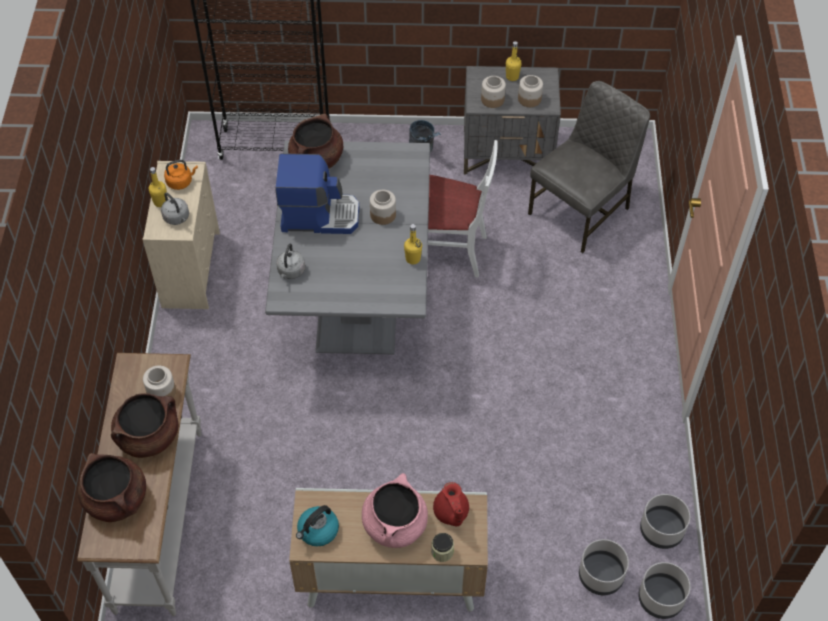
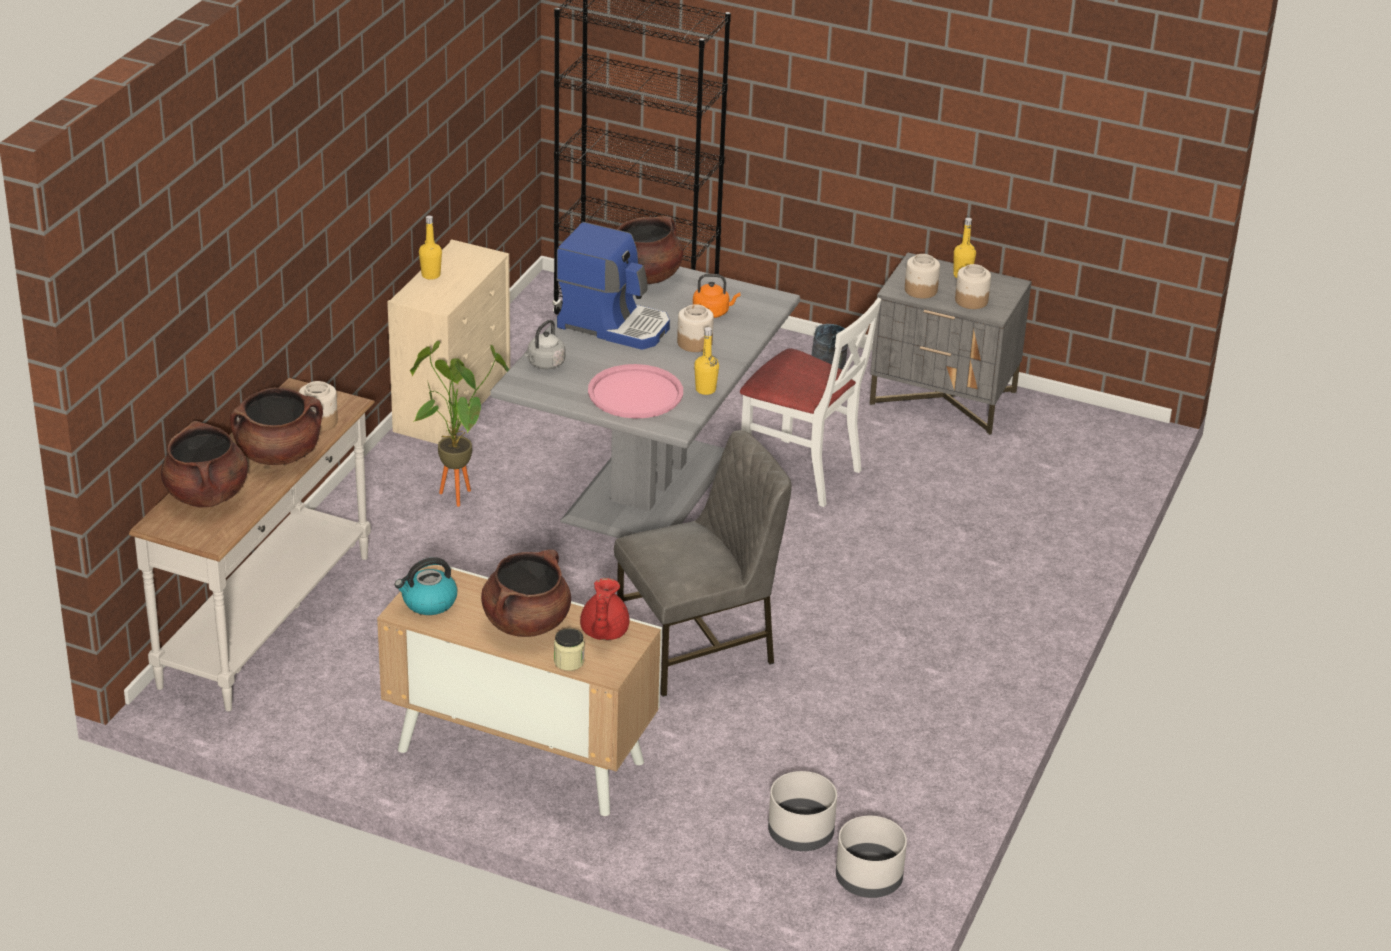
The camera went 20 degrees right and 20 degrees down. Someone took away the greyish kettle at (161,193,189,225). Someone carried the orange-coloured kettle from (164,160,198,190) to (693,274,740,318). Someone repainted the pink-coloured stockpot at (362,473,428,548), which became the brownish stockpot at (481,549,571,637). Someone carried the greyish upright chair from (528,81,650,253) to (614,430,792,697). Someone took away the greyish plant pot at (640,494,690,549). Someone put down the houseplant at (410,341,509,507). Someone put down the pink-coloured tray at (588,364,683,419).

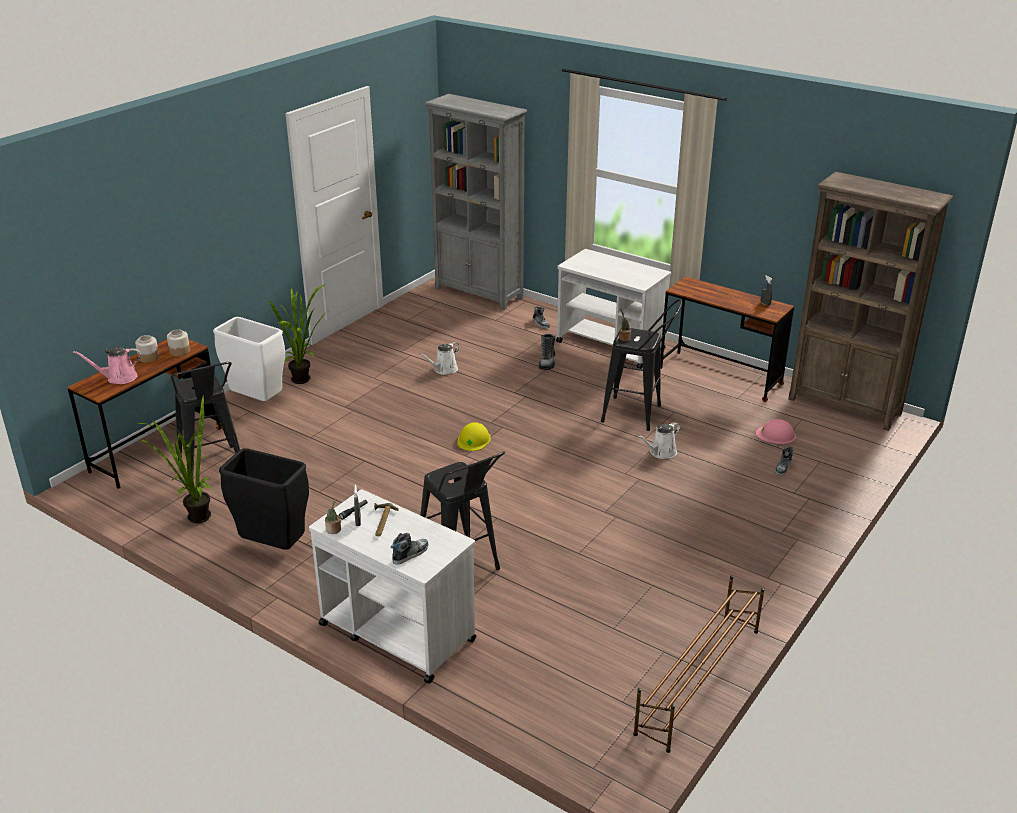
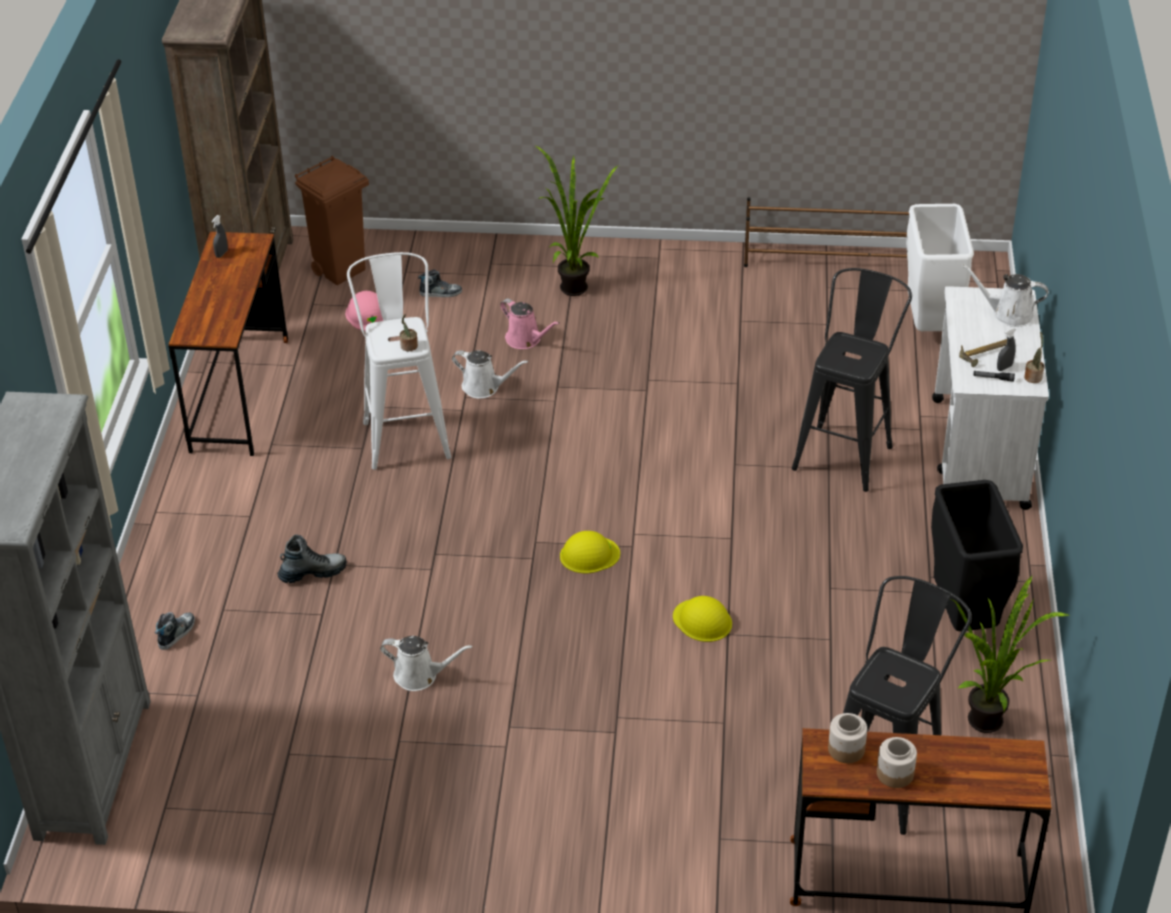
The camera went 120 degrees left and 10 degrees up. Someone carried the pink-coloured watering can from (73,347,141,384) to (500,298,560,349). Someone carried the whitish trash can from (213,317,285,401) to (906,204,974,331). Someone carried the houseplant from (269,284,328,384) to (534,145,619,296). Someone swapped the item of footwear at (391,533,429,565) for the whitish watering can at (962,264,1049,327). Someone took away the whitish wheeled cart at (556,249,671,369). Someone repainted the black-coloured stool seat at (601,299,682,431), which became the whitish stool seat at (347,252,451,470). Someone put down the brownish trash can at (295,156,369,285). Someone put down the yellow-coloured work helmet at (673,596,732,642).

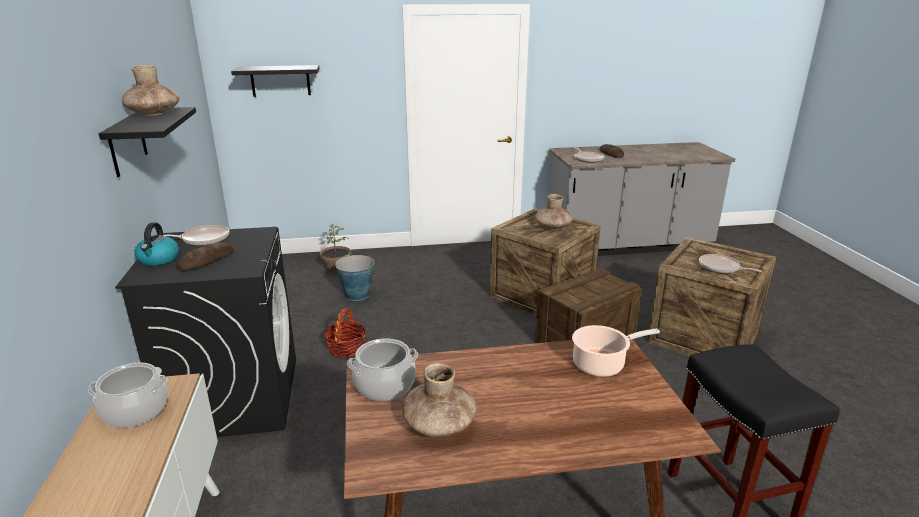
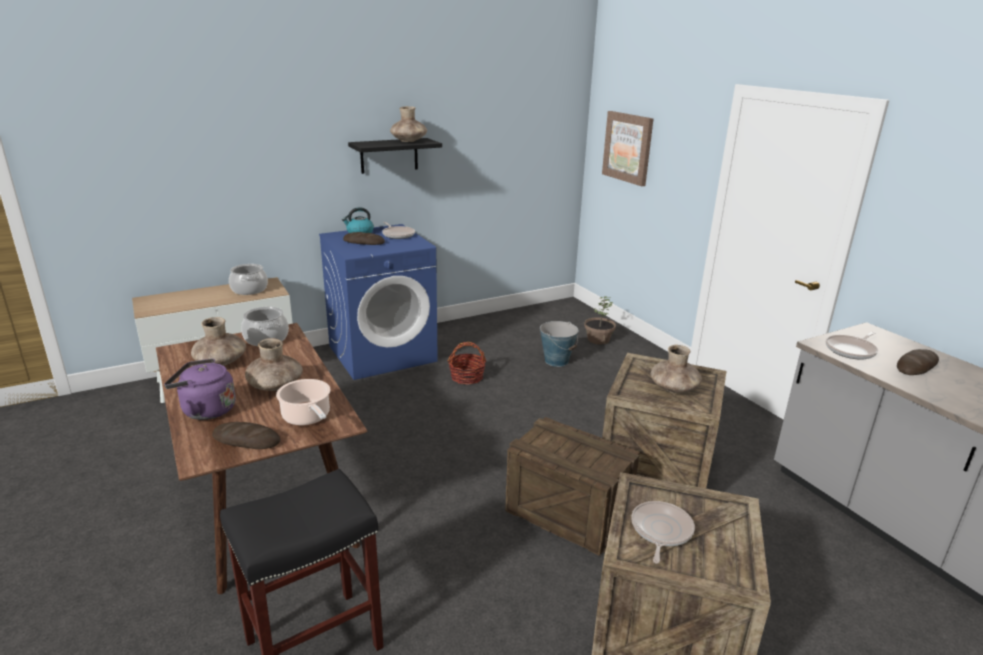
The camera went 70 degrees right and 0 degrees up. Someone repainted the black-coloured laundry appliance at (115,227,296,437), which became the bluish laundry appliance at (319,224,438,380). Someone swapped the black-coloured shelf at (231,65,319,97) for the wall art at (602,111,653,186). Someone put down the purplish kettle at (164,358,236,420). Someone put down the bread at (212,422,281,449). Someone put down the brownish flower vase at (245,338,303,391).

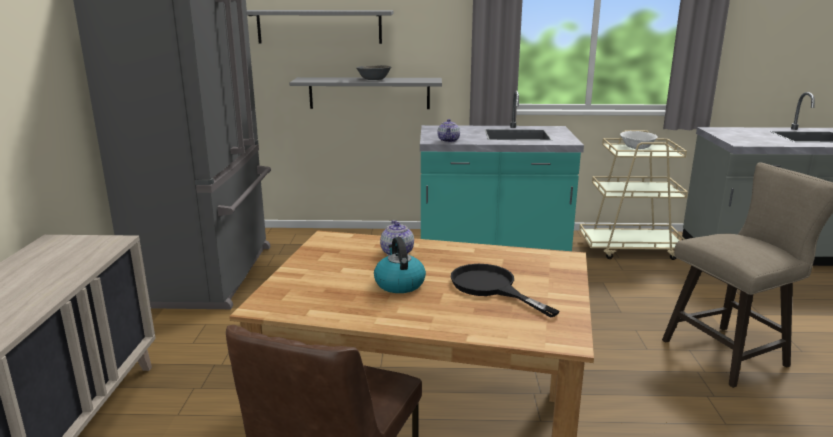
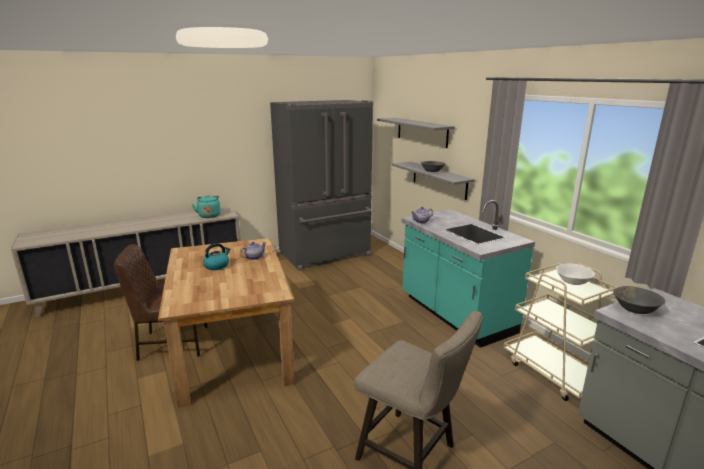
The camera went 60 degrees right and 0 degrees up. Someone took away the black-coloured pan at (451,264,559,318). Someone put down the turquoise kettle at (192,195,221,218). Someone put down the greyish bowl at (613,286,665,314).

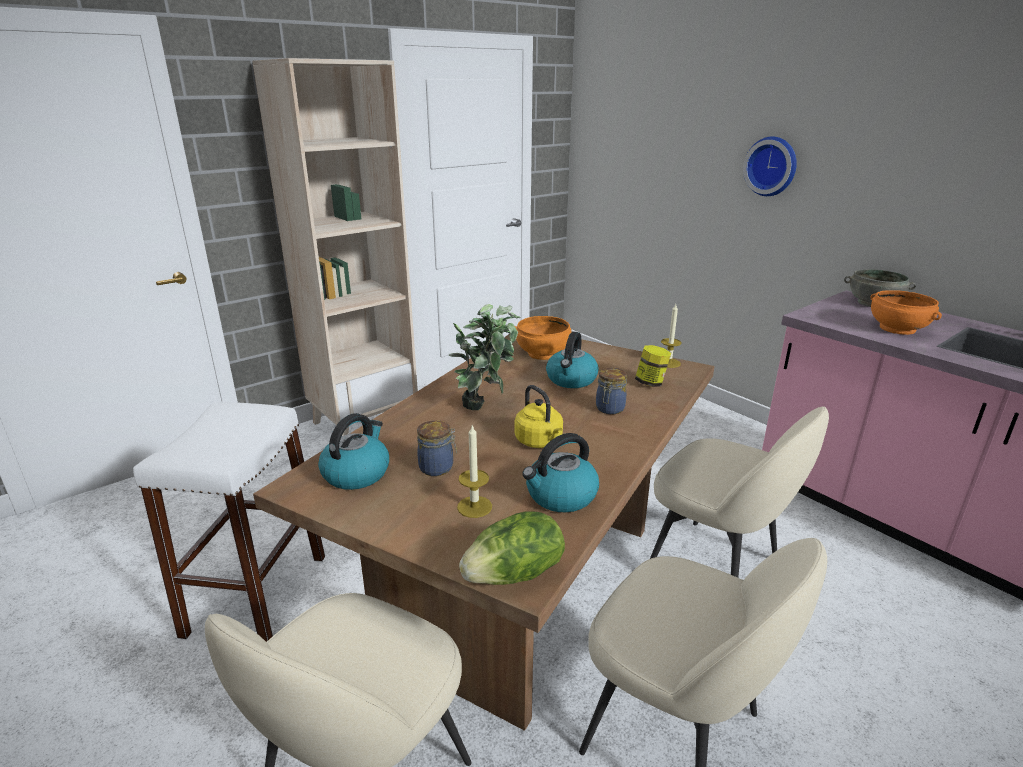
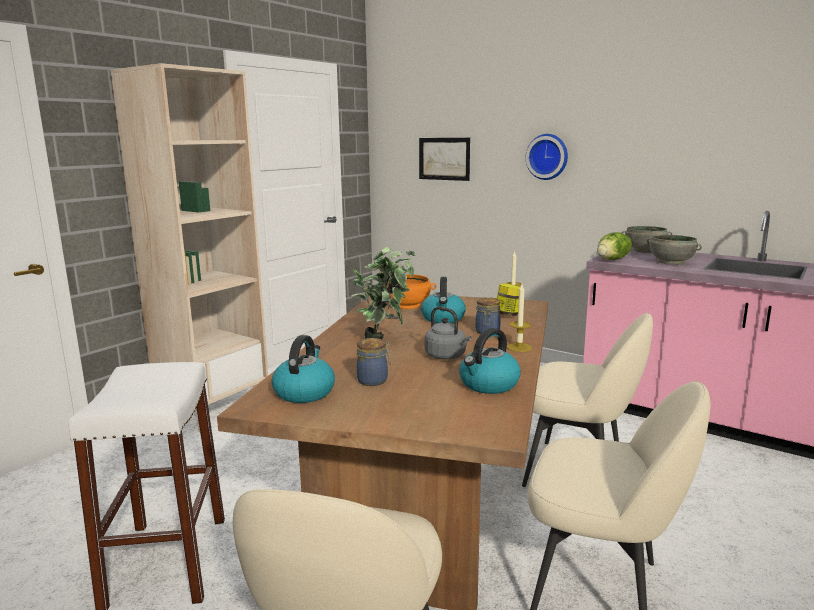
The camera went 15 degrees left and 10 degrees down. Someone carried the candle from (457,426,492,518) to (507,284,532,352). Someone carried the head of lettuce from (459,511,565,585) to (597,232,632,260). Someone repainted the yellow-coloured kettle at (515,385,563,448), which became the greyish kettle at (425,306,471,359). Someone repainted the orange-coloured bowl at (871,290,942,335), which became the greyish bowl at (647,235,702,265). Someone put up the wall art at (419,138,470,181).

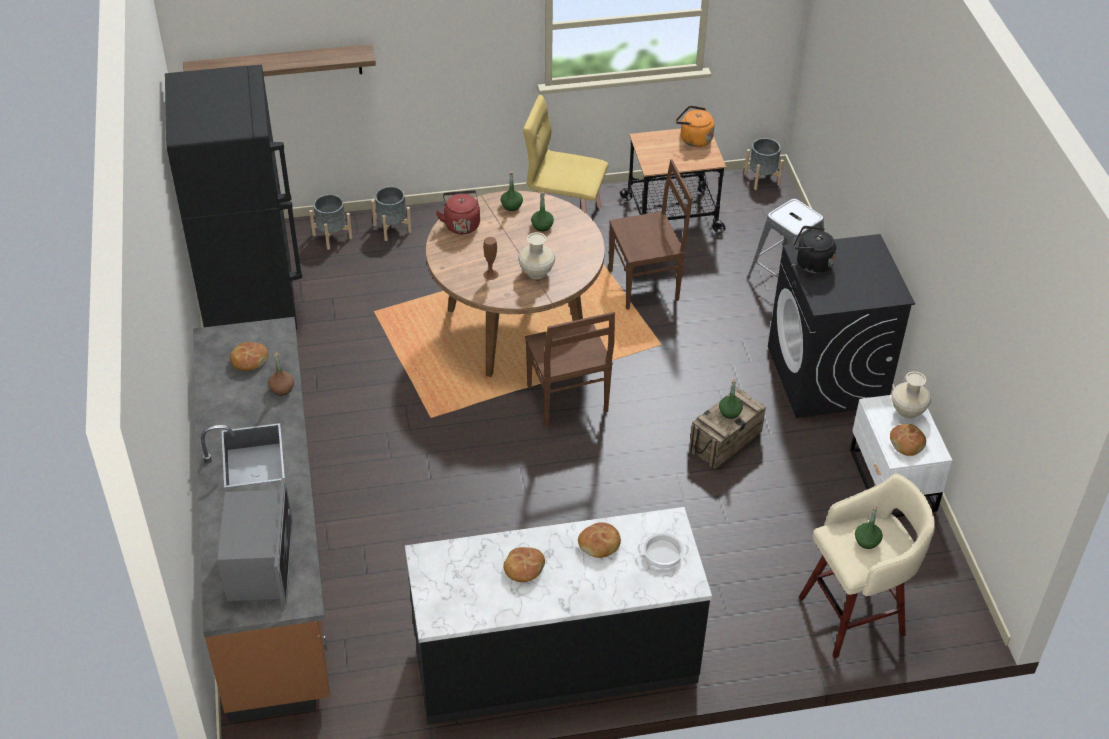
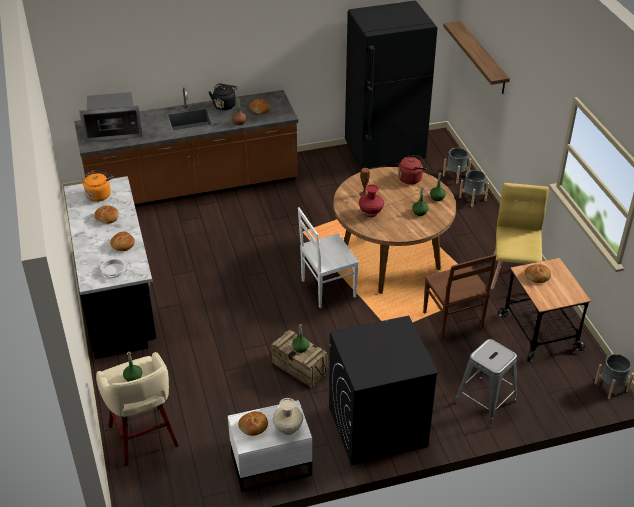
The camera went 85 degrees right and 5 degrees down. Someone repainted the sand-coloured flower vase at (518,232,555,279), which became the reddish flower vase at (359,185,384,217). Someone repainted the brownish upright chair at (525,312,615,427), which became the whitish upright chair at (298,207,359,308). Someone carried the orange-coloured kettle from (676,105,714,147) to (81,170,113,202). Someone carried the black-coloured kettle from (793,226,836,273) to (209,83,238,110). Someone put down the bread at (525,264,551,283).

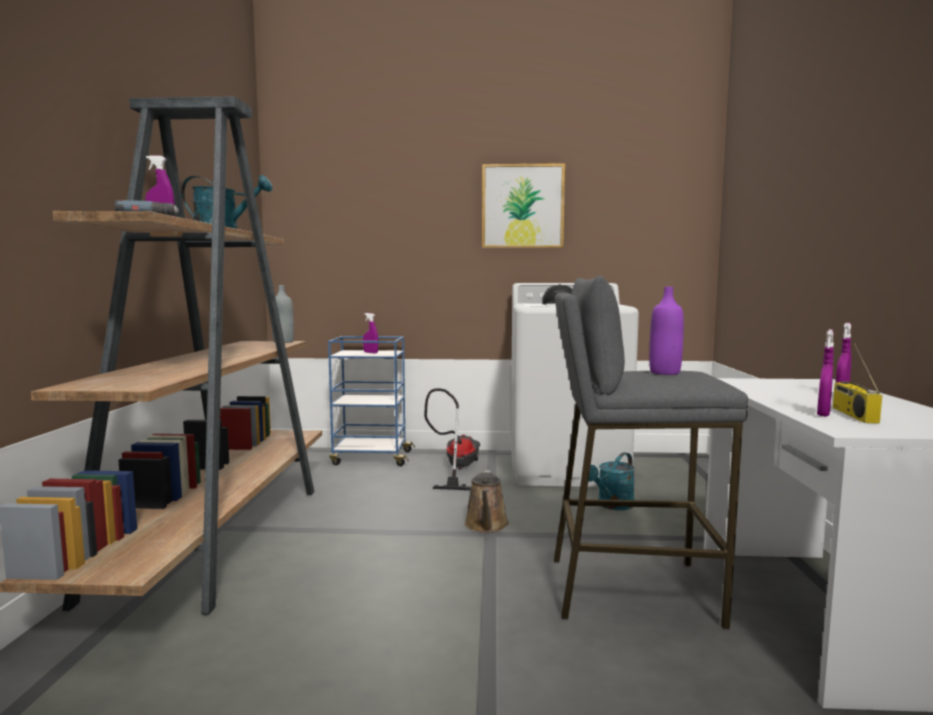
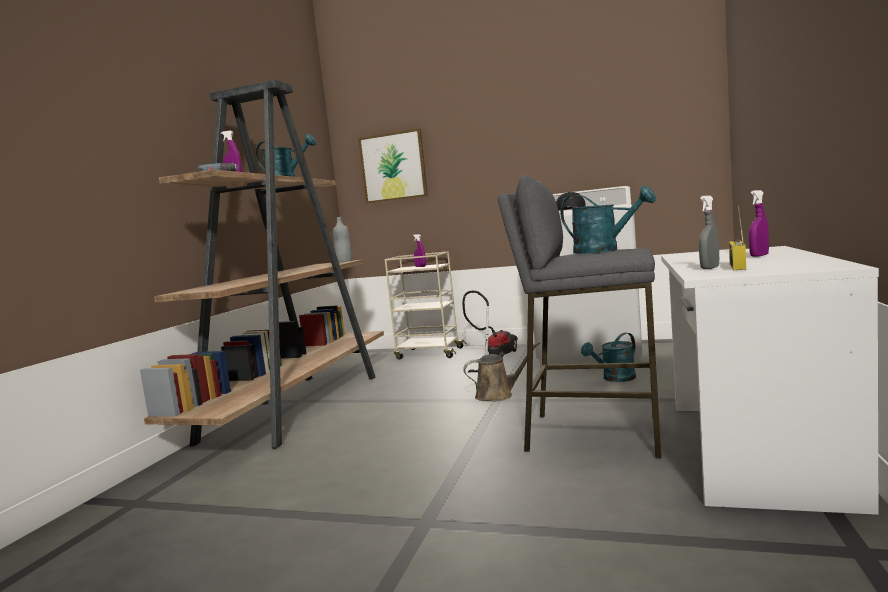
The camera went 15 degrees right and 0 degrees up. Someone repainted the bluish wheeled cart at (328,336,415,466), which became the sand-coloured wheeled cart at (385,251,466,360). Someone rotated the brownish watering can at (464,470,509,533) by 120 degrees counterclockwise. Someone carried the wall art from (482,163,565,248) to (358,128,428,203). Someone swapped the purplish beverage bottle at (649,287,684,375) for the turquoise watering can at (560,185,656,254). Someone repainted the purplish sprayer at (817,329,834,417), which became the greyish sprayer at (699,195,719,269).

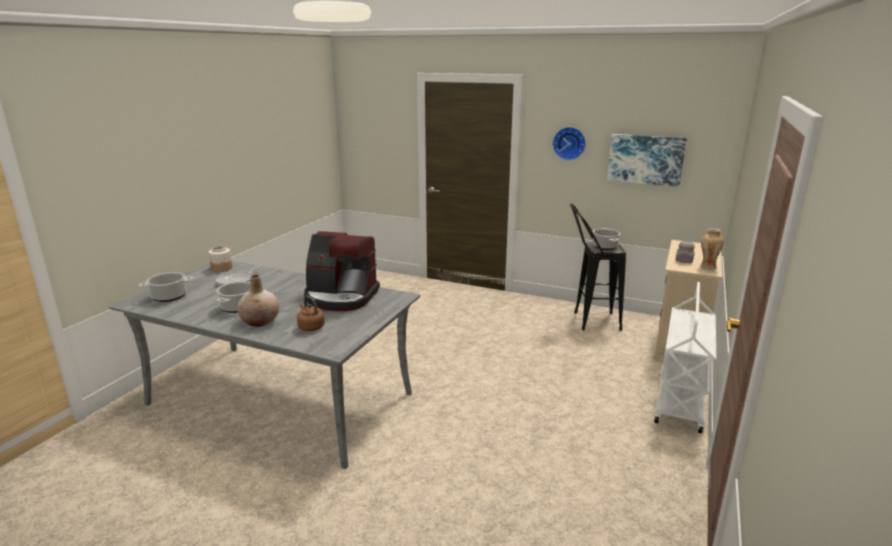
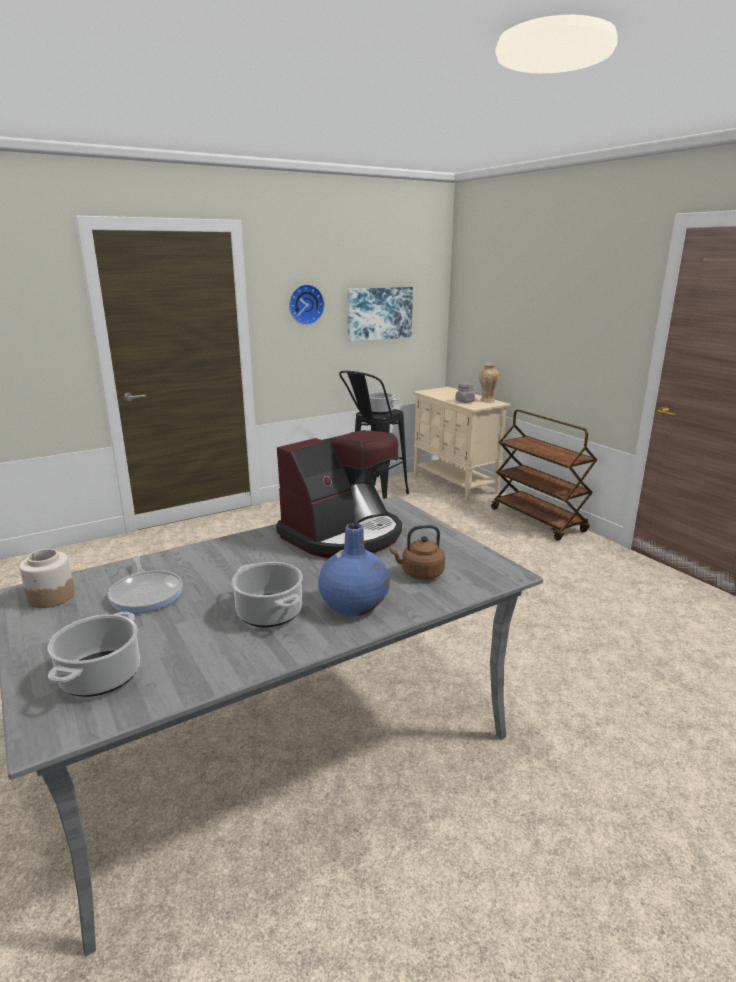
The camera went 55 degrees left and 0 degrees up. Someone repainted the sand-coloured flower vase at (237,275,279,327), which became the bluish flower vase at (318,523,390,617). Someone repainted the whitish wheeled cart at (654,282,716,433), which became the brownish wheeled cart at (491,410,597,541).

